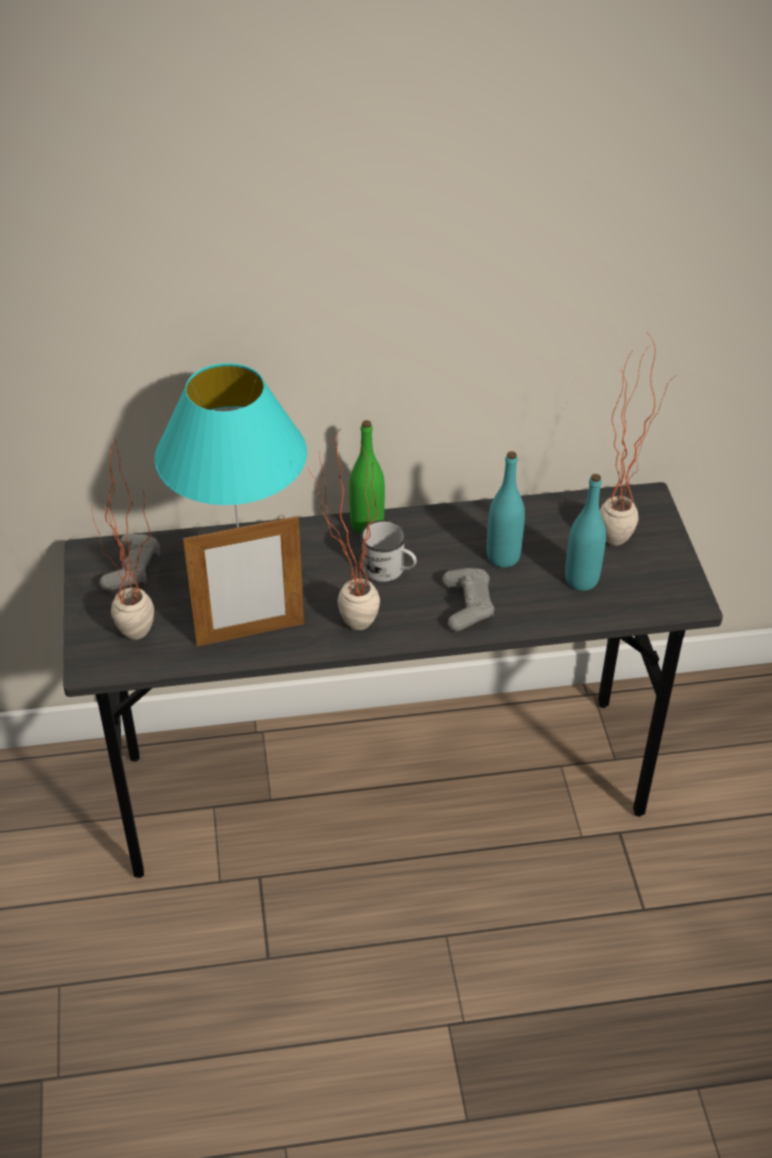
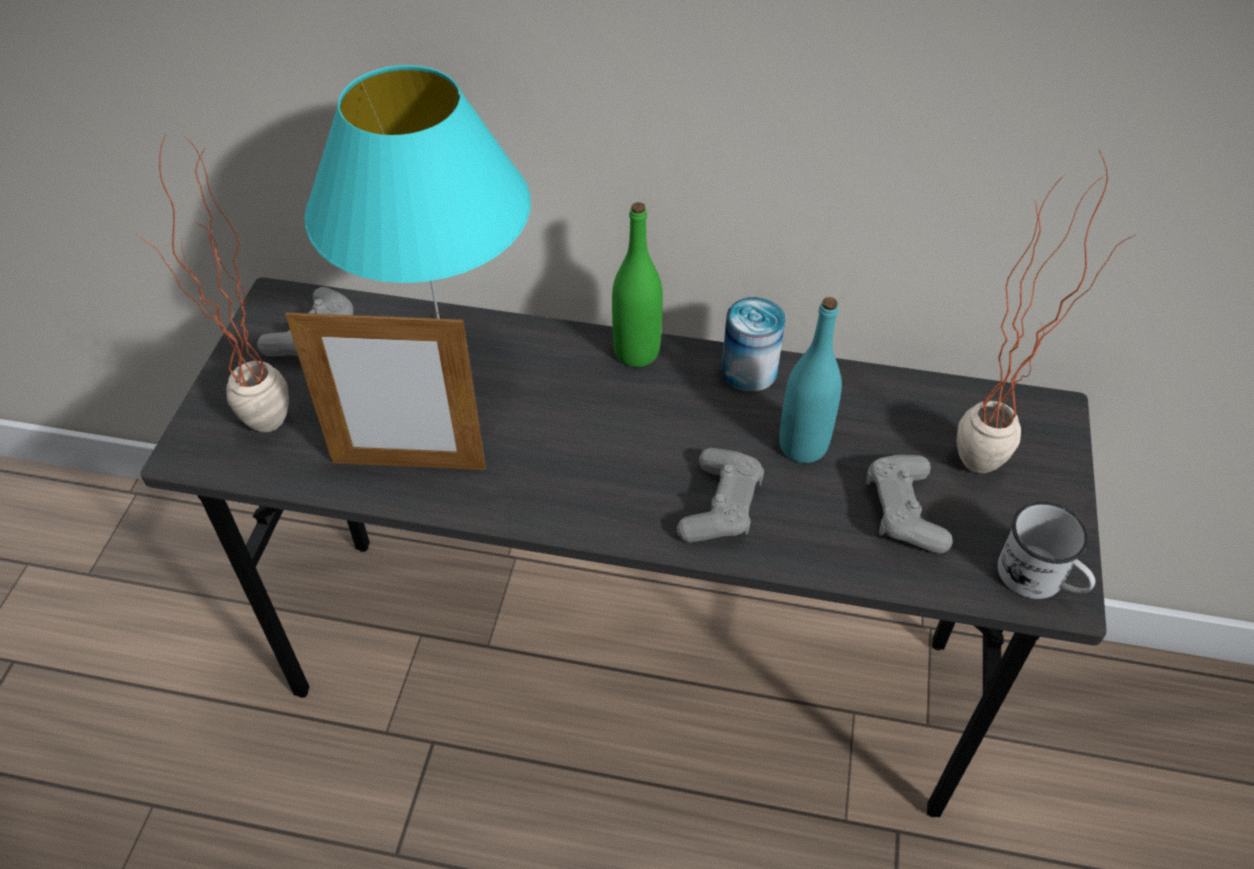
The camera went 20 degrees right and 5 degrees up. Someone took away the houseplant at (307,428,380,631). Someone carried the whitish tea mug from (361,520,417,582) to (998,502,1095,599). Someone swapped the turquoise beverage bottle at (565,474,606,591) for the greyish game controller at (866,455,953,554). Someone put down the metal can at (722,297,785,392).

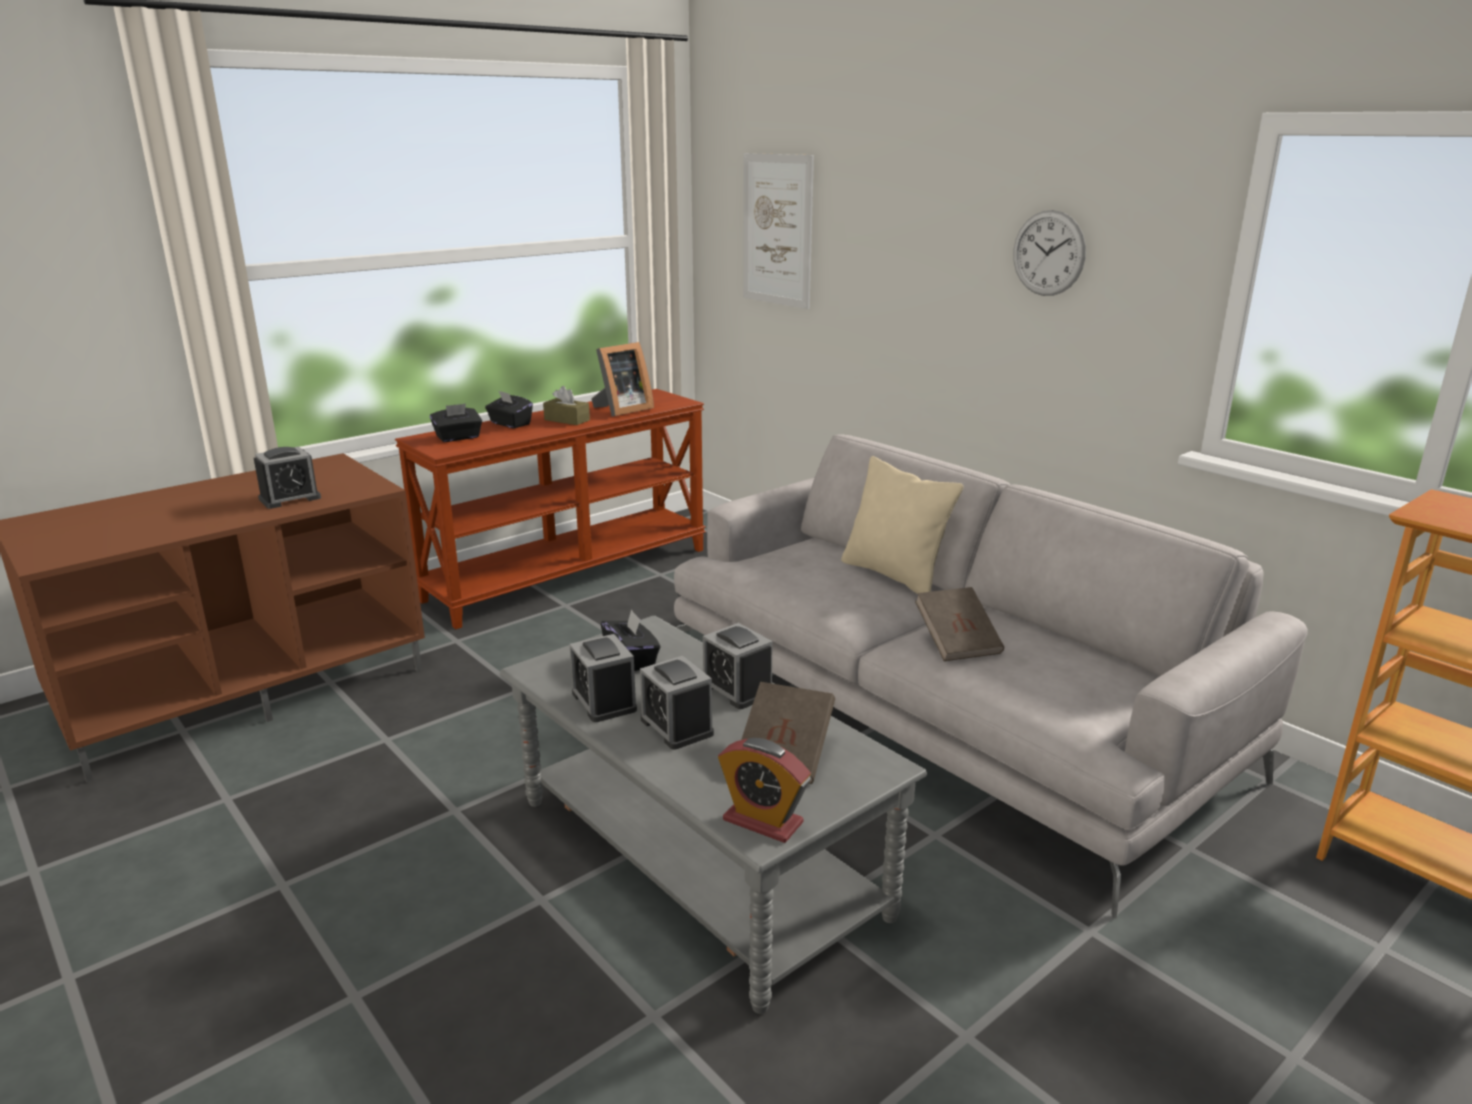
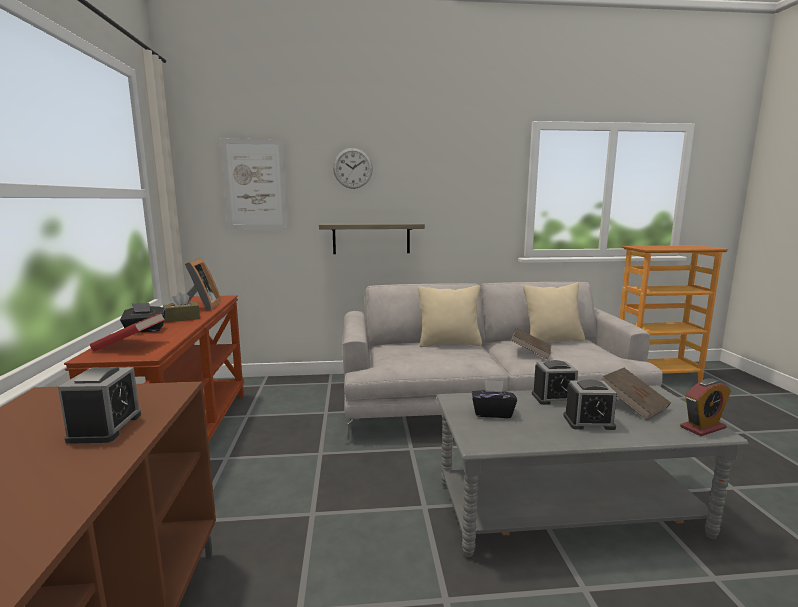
The camera went 55 degrees left and 10 degrees down. Someone swapped the black-coloured tissue box at (430,403,482,442) for the reddish bound book at (90,312,166,352). Someone took away the table clock at (570,634,637,722). Someone carried the hanging clock from (1013,210,1086,296) to (333,148,373,189). Someone put up the shelf at (319,223,425,254). Someone put down the sand-coloured pillow at (523,283,585,342).

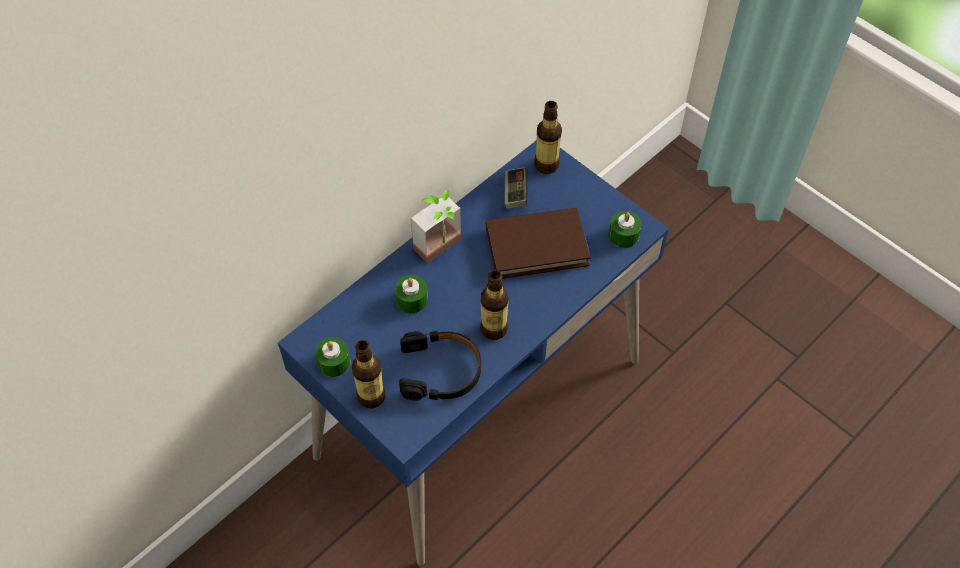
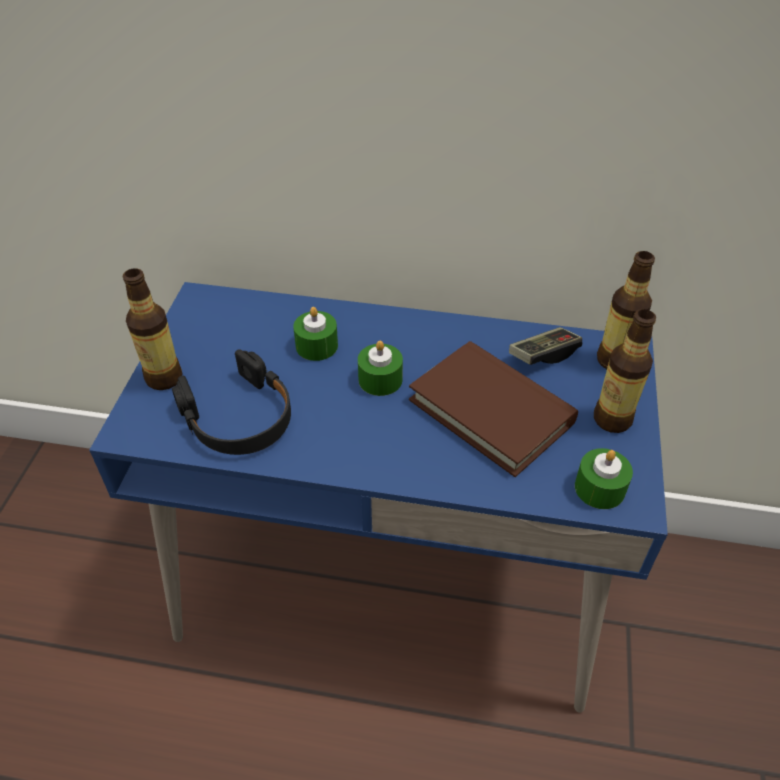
The camera went 55 degrees right and 10 degrees down. Someone carried the green candle from (315,337,351,377) to (358,341,403,396). Someone took away the houseplant at (411,190,461,263). Someone carried the beverage bottle from (480,270,509,340) to (594,309,656,433).

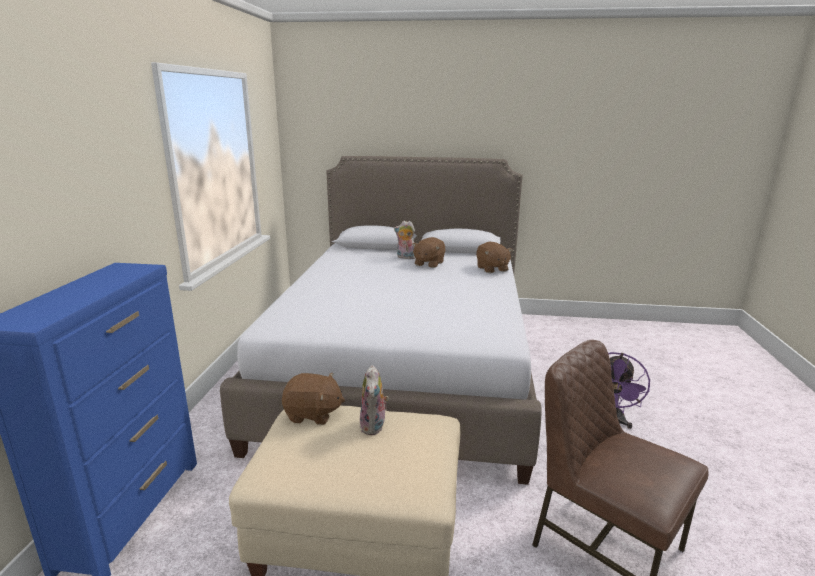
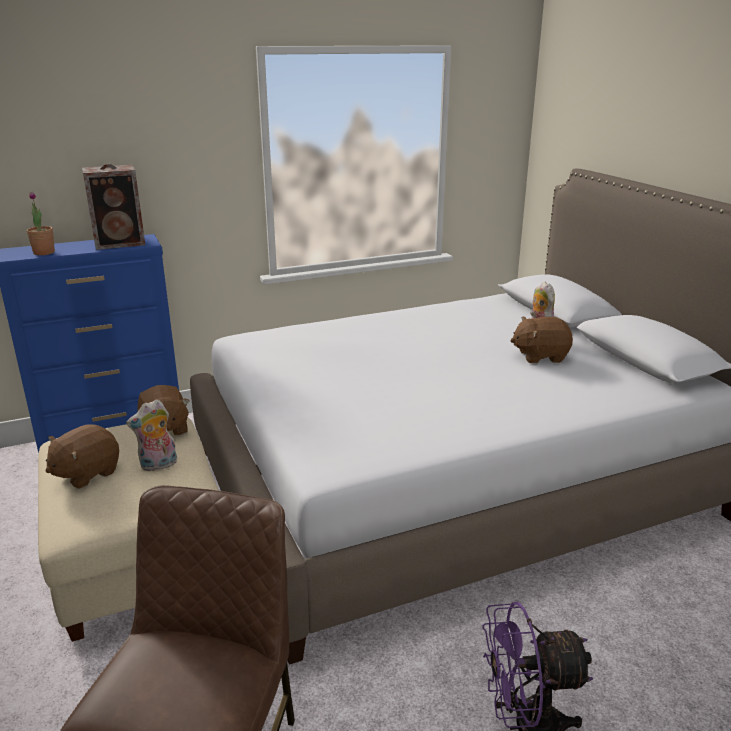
The camera went 60 degrees right and 5 degrees up. Someone carried the brownish soft toy from (476,241,513,273) to (45,424,119,489). Someone put down the houseplant at (27,191,55,255). Someone put down the speaker at (82,164,145,250).

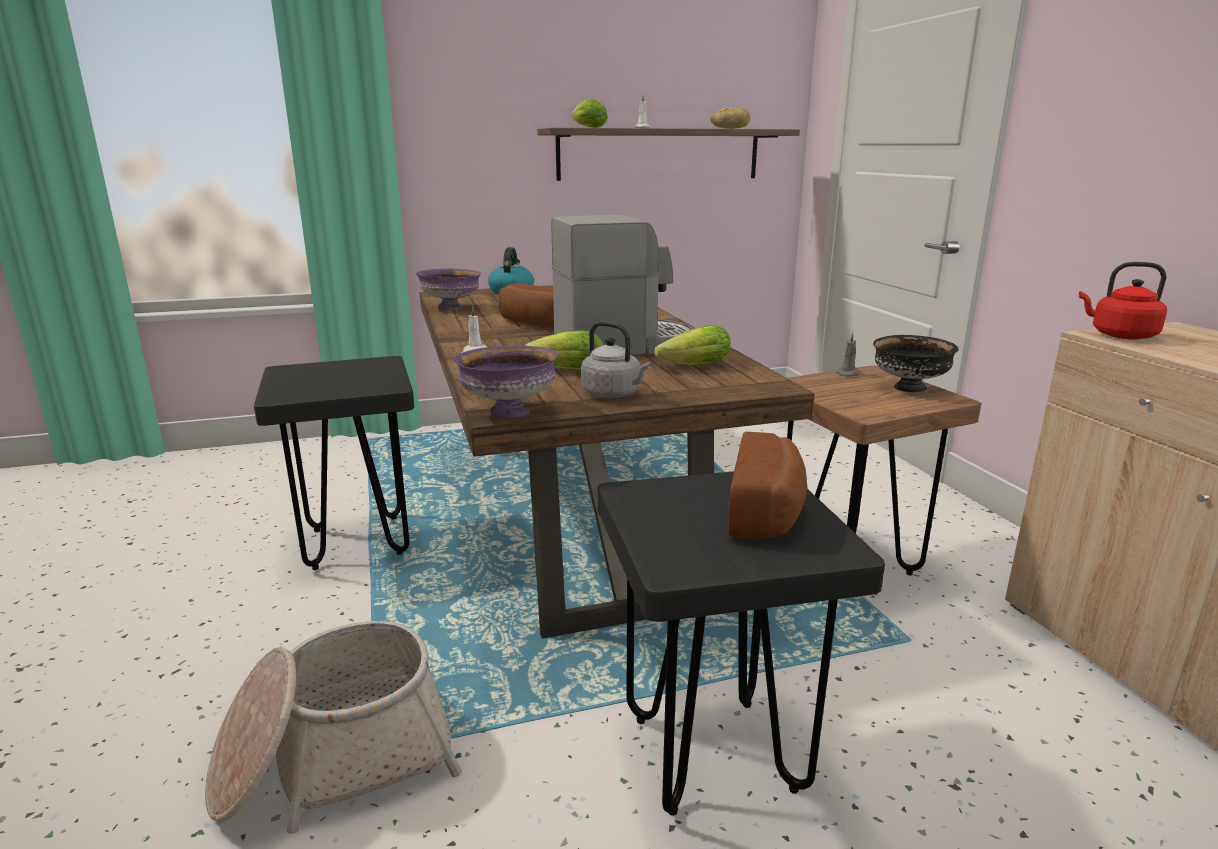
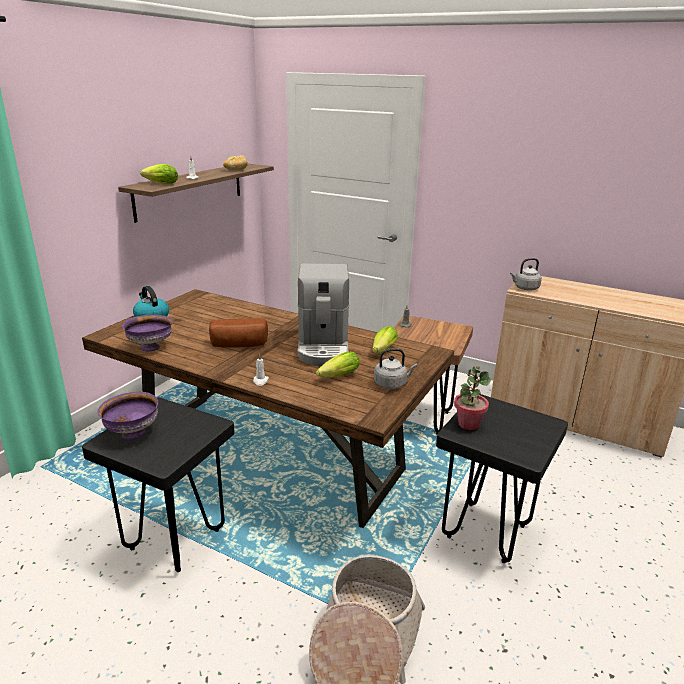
The camera went 45 degrees left and 5 degrees up. Someone carried the purplish bowl from (454,345,558,418) to (97,392,158,440). Someone rotated the coffee brewer at (551,215,693,356) by 150 degrees clockwise. Someone took away the bread at (728,432,807,540). Someone took away the black-coloured bowl at (873,335,959,392). Someone repainted the reddish kettle at (1079,262,1167,340), which became the greyish kettle at (510,258,542,290). Someone put down the houseplant at (454,366,491,430).

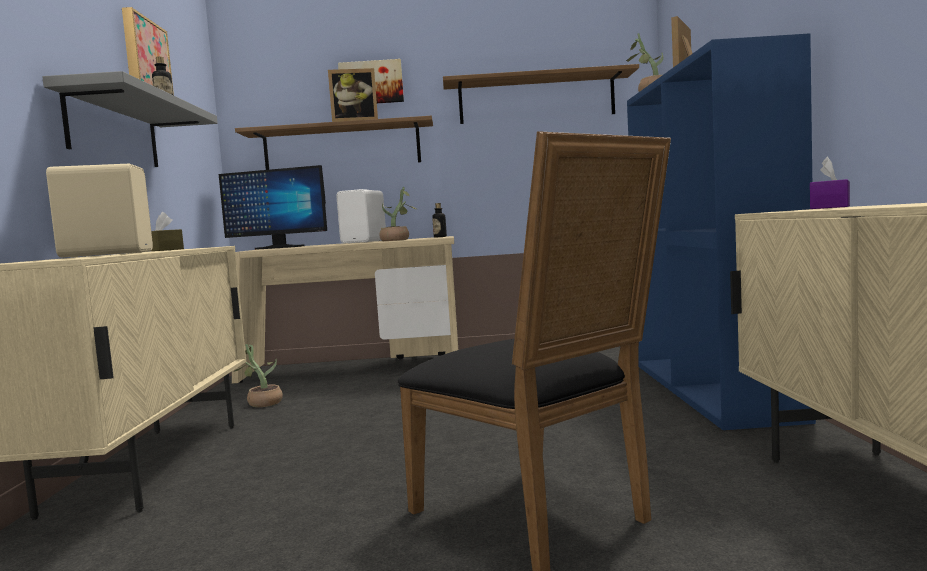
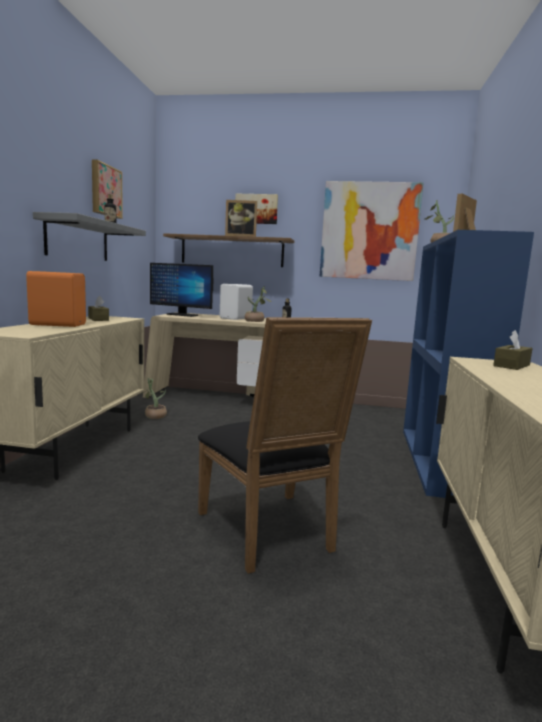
The camera went 10 degrees right and 5 degrees up. Someone repainted the sand-coloured speaker at (46,164,153,258), which became the orange-coloured speaker at (26,271,86,327). Someone swapped the shelf at (443,64,639,124) for the wall art at (320,181,424,281). Someone repainted the purplish tissue box at (810,157,850,209), which became the brownish tissue box at (493,330,532,370).

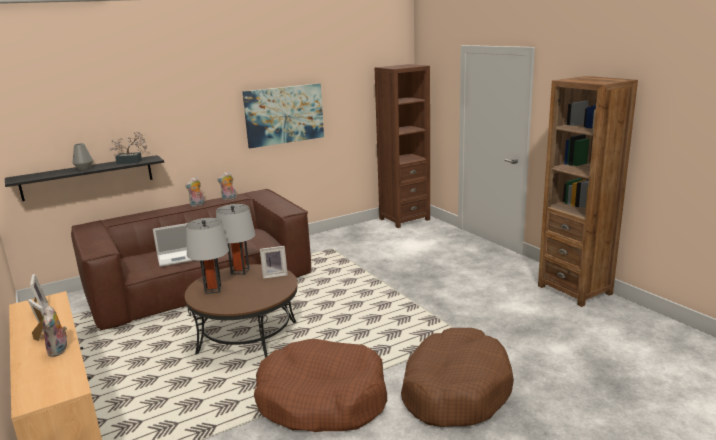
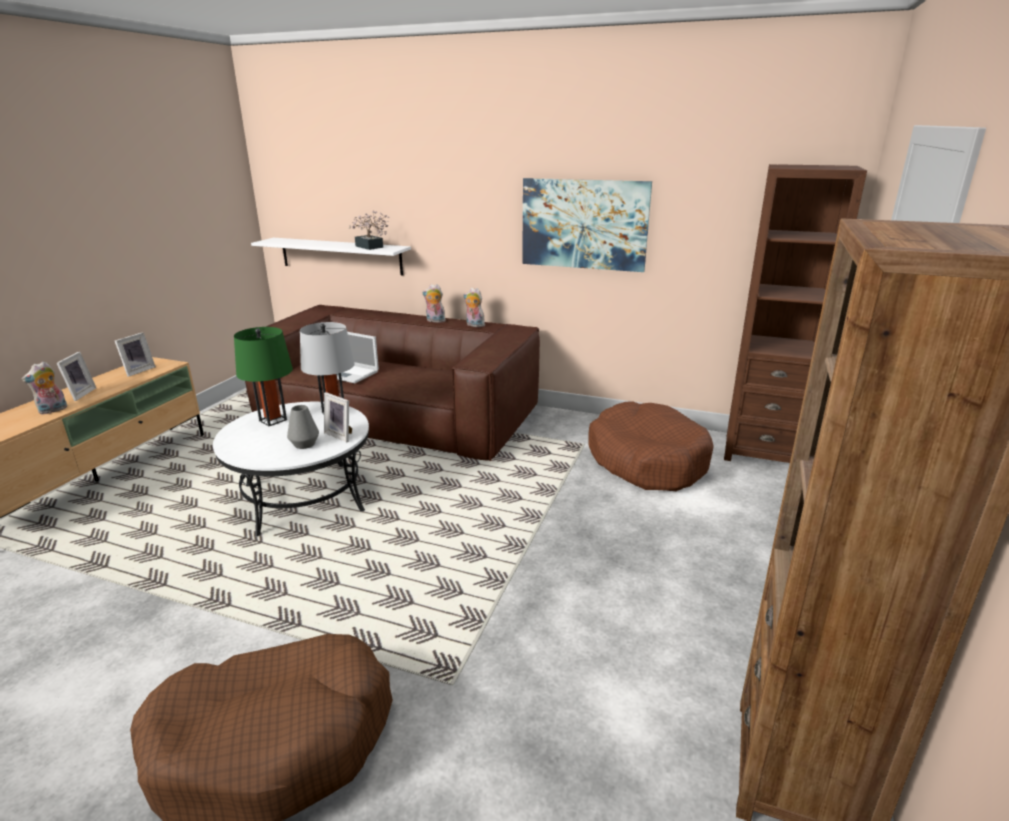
The camera went 50 degrees right and 5 degrees up. Someone repainted the black-coloured shelf at (5,155,164,201), which became the whitish shelf at (251,238,411,275). Someone carried the greyish flower vase from (73,143,93,170) to (287,405,319,449). Someone repainted the brownish coffee table at (185,264,298,358), which became the whitish coffee table at (213,402,369,537). Someone repainted the greyish lamp for a table at (186,218,229,294), which became the green lamp for a table at (234,327,293,426). Someone carried the brownish dog bed from (254,339,387,432) to (588,401,713,491).

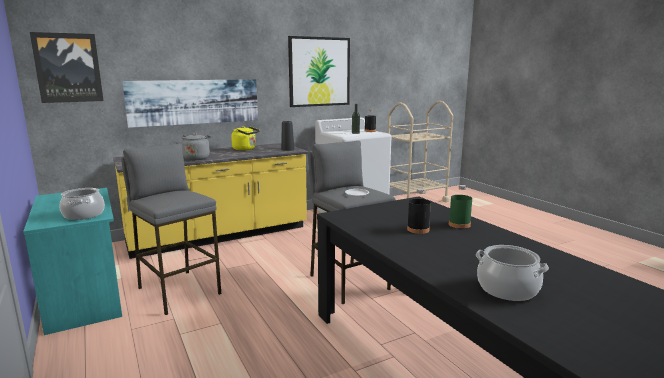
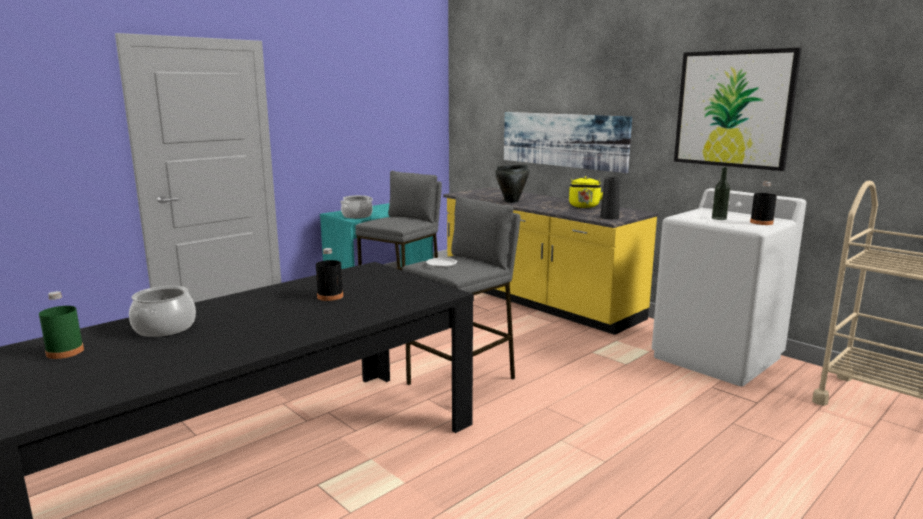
The camera went 75 degrees right and 0 degrees up. Someone took away the wall art at (30,32,104,103). Someone swapped the greyish kettle at (176,133,211,160) for the black-coloured stockpot at (495,165,529,203). Someone carried the green beverage bottle from (449,185,472,229) to (39,291,84,359).

